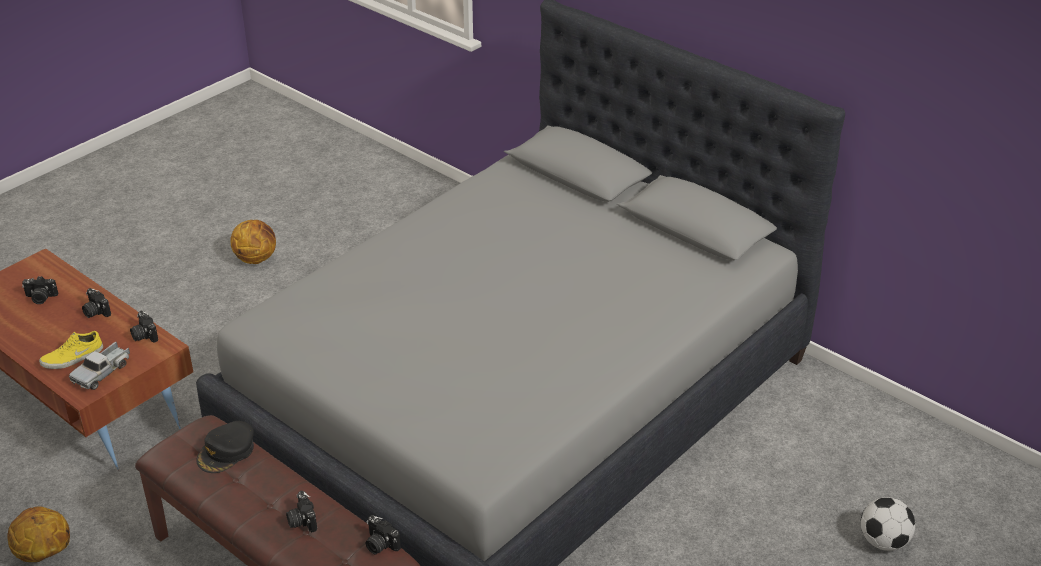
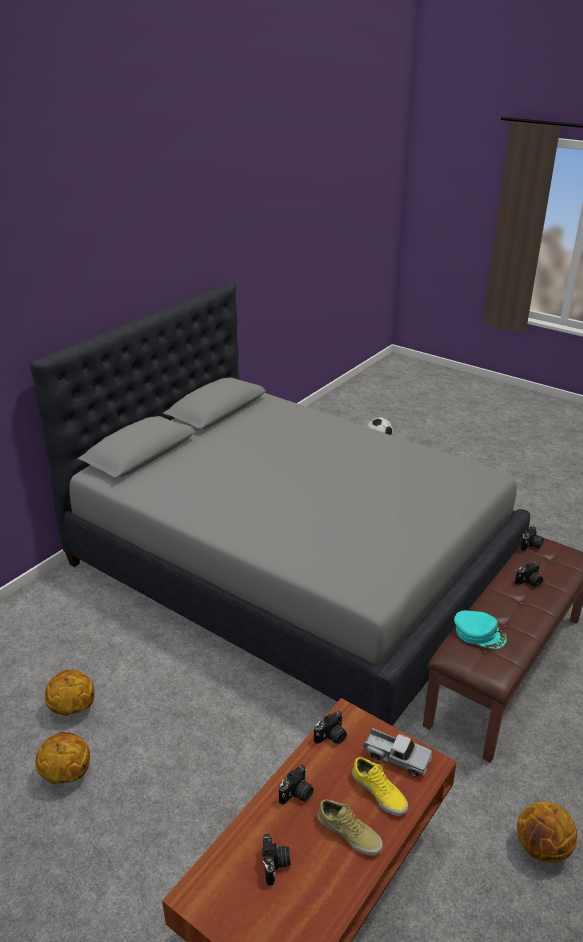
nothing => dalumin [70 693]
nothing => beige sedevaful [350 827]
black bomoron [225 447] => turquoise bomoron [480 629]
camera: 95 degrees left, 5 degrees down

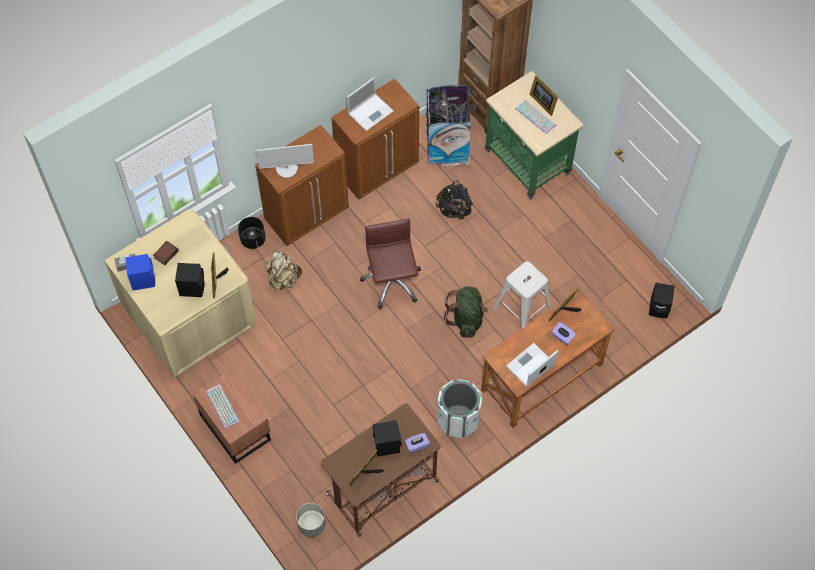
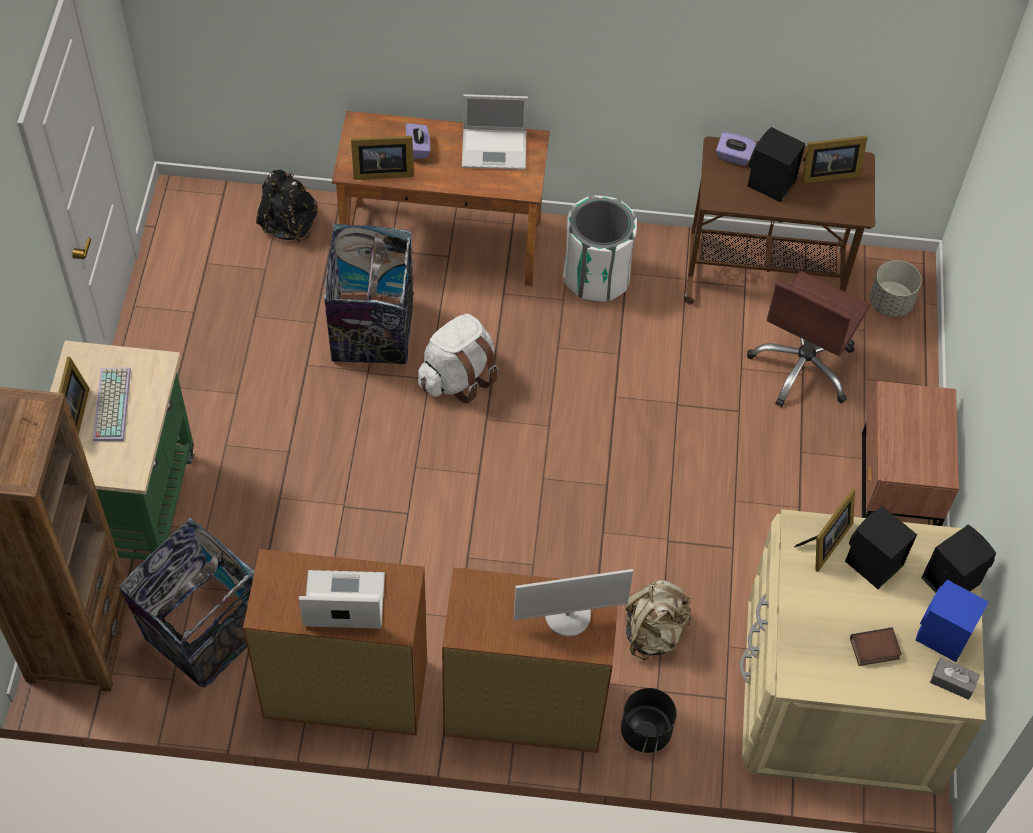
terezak [223 406] => nothing
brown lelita [390 263] => brown lelita [808 339], move
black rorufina [454 200] => black rorufina [286 206], move
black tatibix [662 300] => black tatibix [959 558], move
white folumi [522 295] => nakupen [369 294]
green rorufina [466 312] => white rorufina [458 359]
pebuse [285 161] => pebuse [573 602], 135 degrees clockwise
camera: 140 degrees left, 5 degrees down

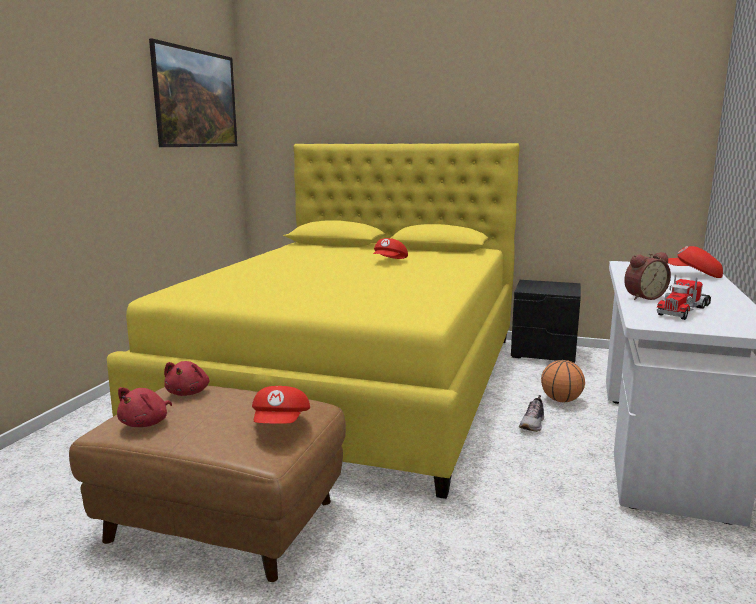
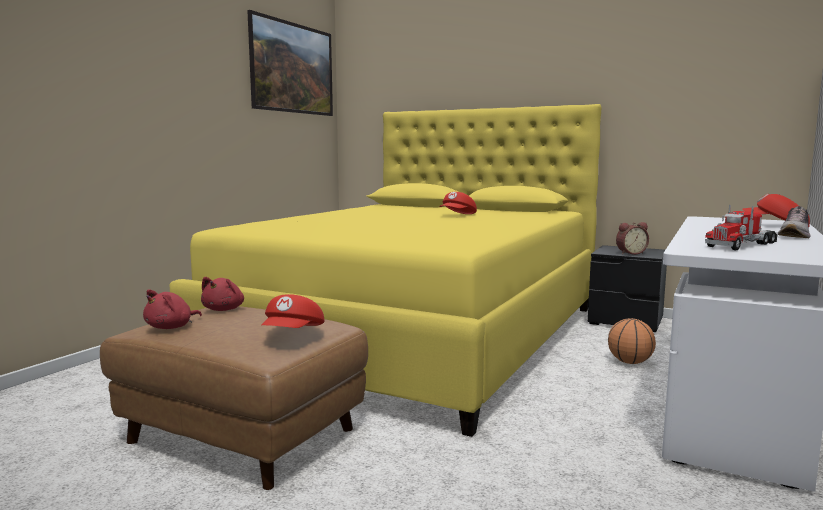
sedevaful [531 413] => sedevaful [794 222], move
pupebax [647 276] => pupebax [632 238], move
camera: 10 degrees right, 5 degrees down

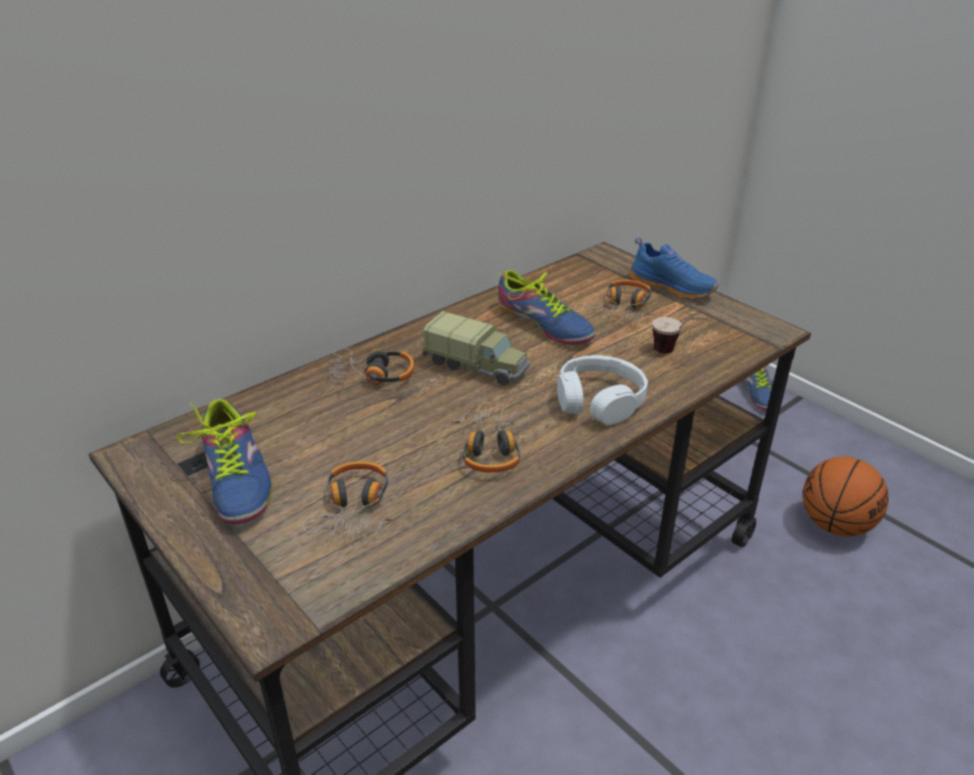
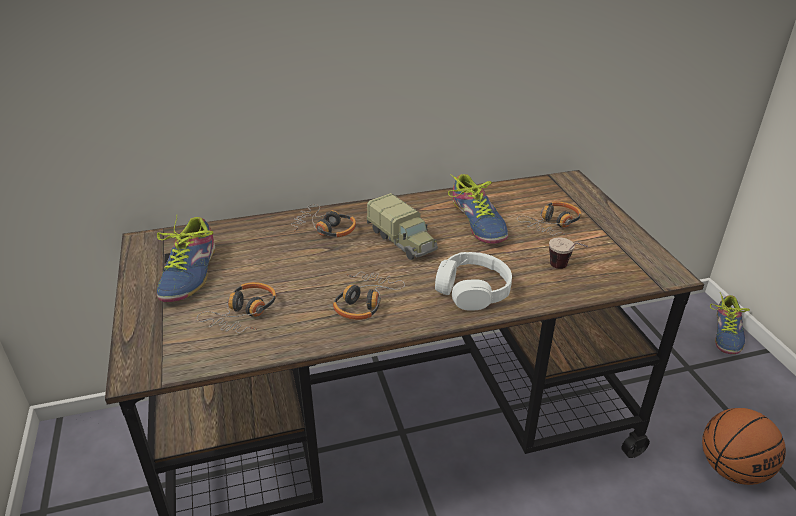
blue sedevaful [673 268] => nothing
camera: 25 degrees right, 0 degrees up

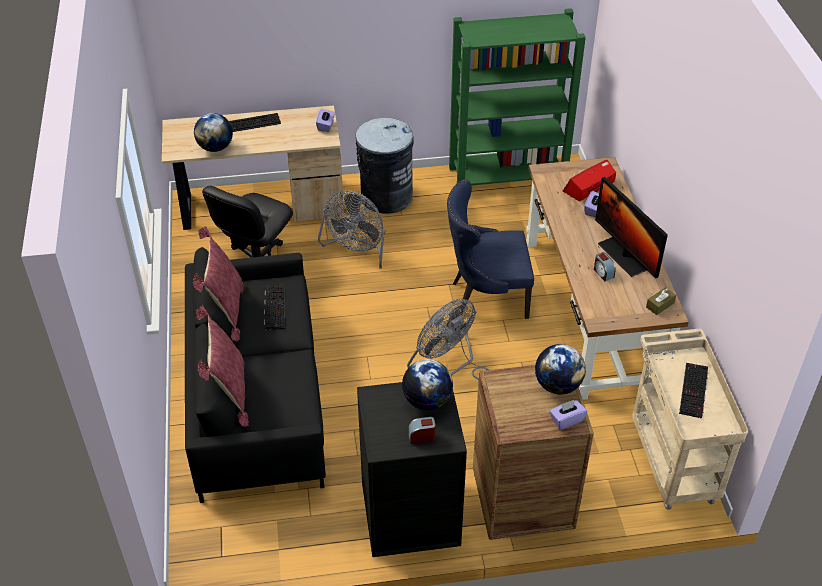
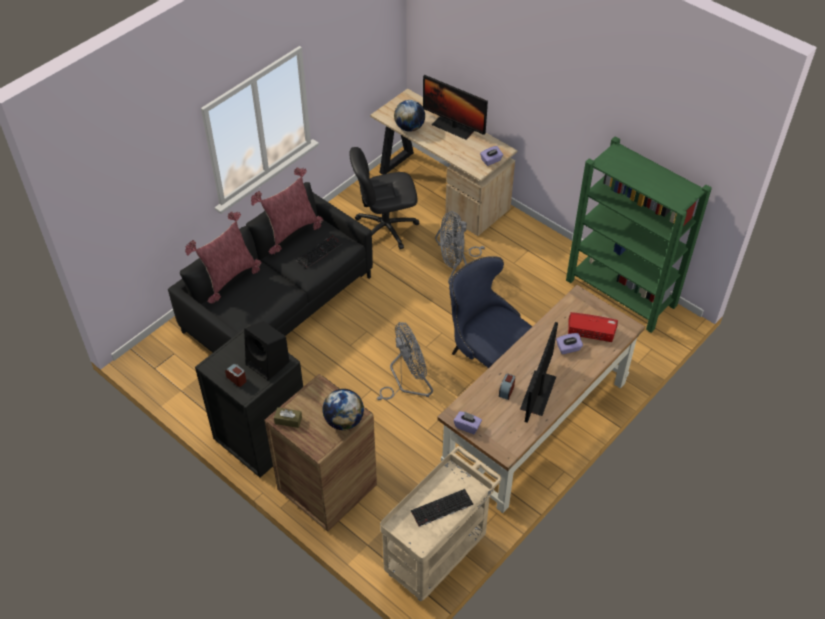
grey nakupen [384 166] => nothing
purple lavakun [568 415] => purple lavakun [468 422], move
brown lavakun [661 301] => brown lavakun [288 417], move
terezak [255 122] => pebuse [455 107]
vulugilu [427 384] => black tatibix [266 350]
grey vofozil [448 339] => grey vofozil [405 361], 60 degrees clockwise
camera: 50 degrees right, 5 degrees up

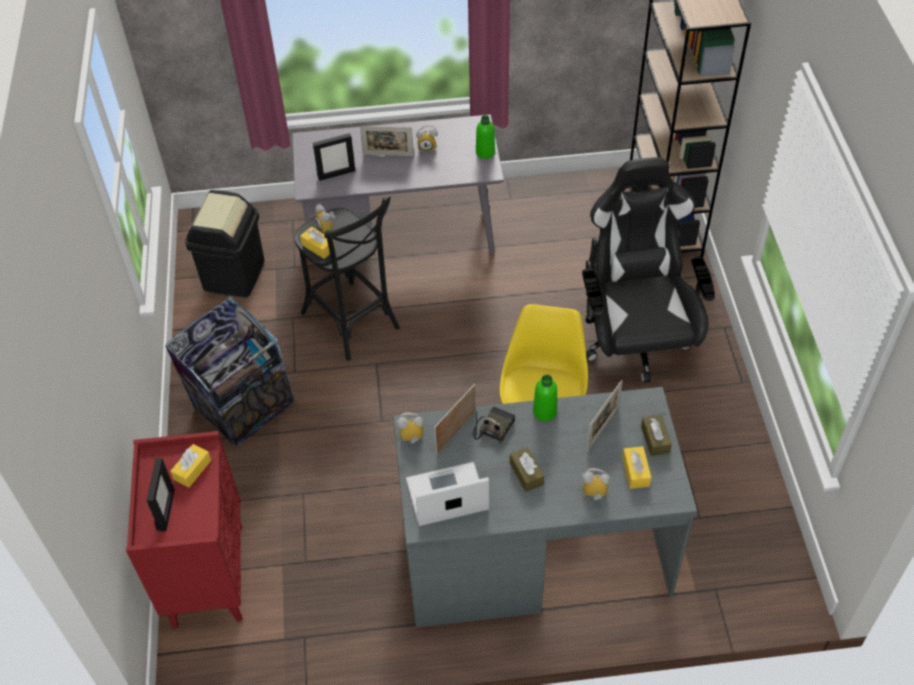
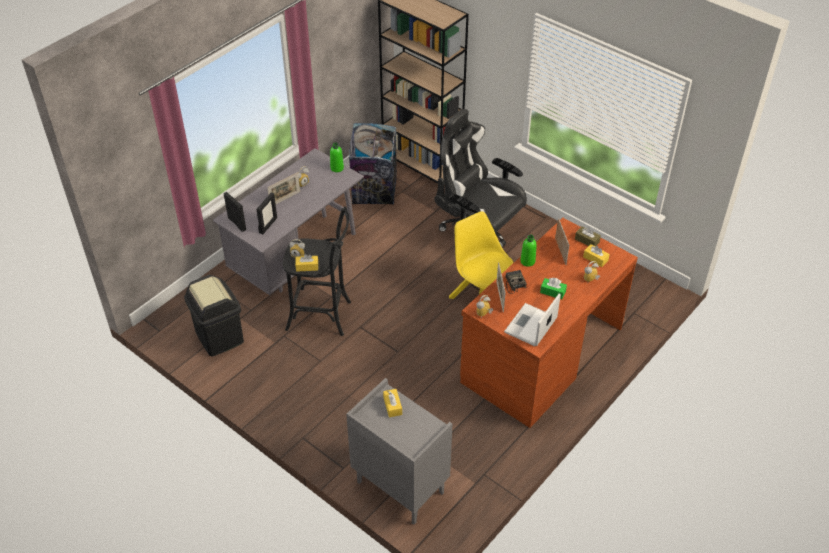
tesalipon [160 495] => tesalipon [235 212], move
nakupen [230 370] => nakupen [373 164], move
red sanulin [184 530] => grey sanulin [399 451]
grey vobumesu [545 507] => brown vobumesu [549 323]
brown lavakun [527 469] => green lavakun [553 288]
camera: 45 degrees left, 5 degrees down

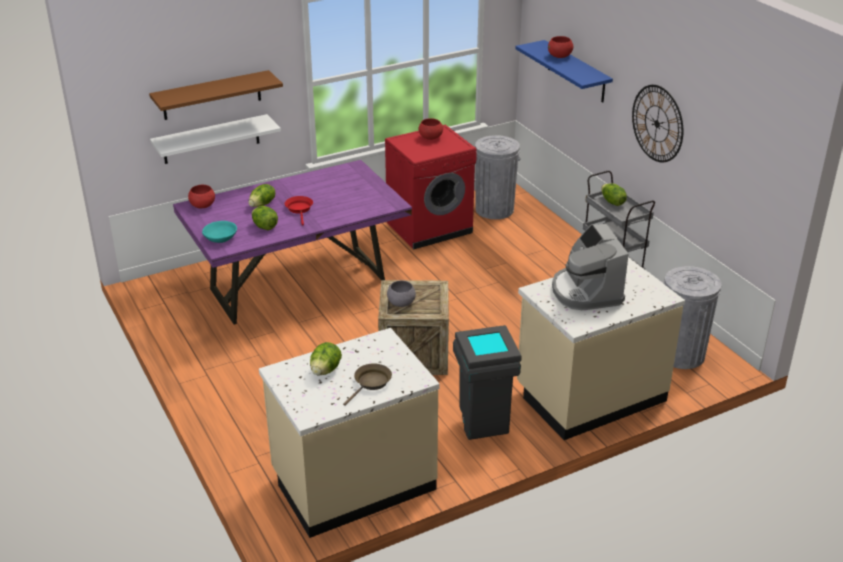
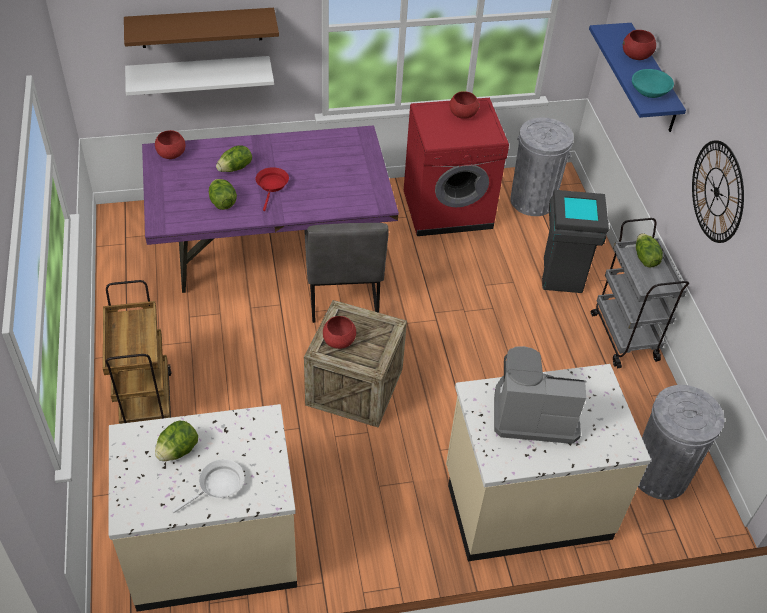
nothing => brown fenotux [137 352]
nothing => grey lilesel [346 273]
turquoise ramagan [219 232] => turquoise ramagan [653 83], move
grey nakupen [487 382] => grey nakupen [575 241], move
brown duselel [367 384] => white duselel [208 486]
grey ramagan [401 293] => red ramagan [339 332]
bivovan [590 267] => bivovan [540 395], 90 degrees clockwise
camera: 15 degrees right, 15 degrees up

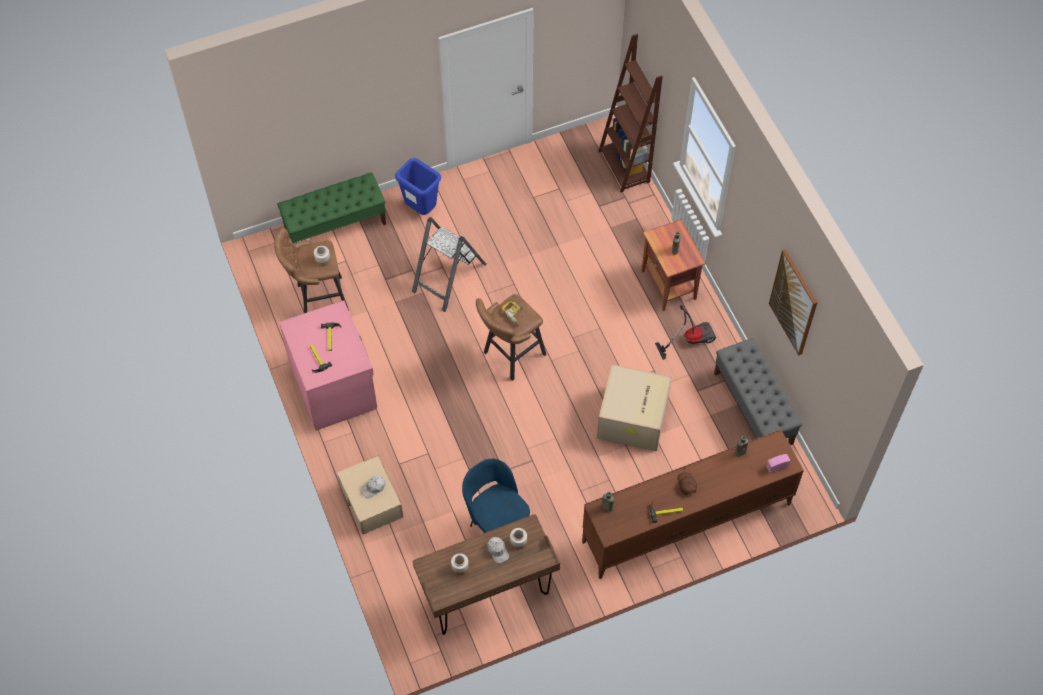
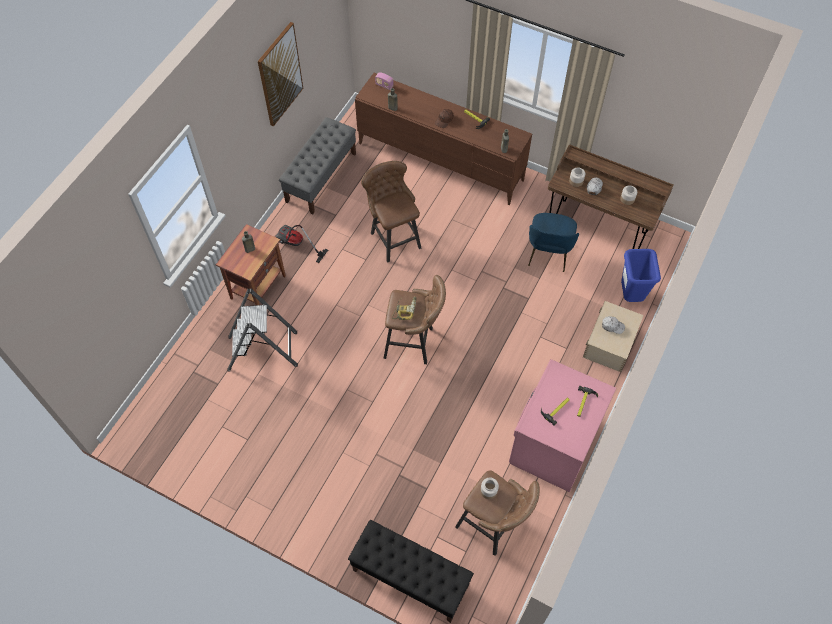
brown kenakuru [630 113] => nothing
blue nakupen [418 186] => blue nakupen [641 275], move
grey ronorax [449 264] => grey ronorax [263 330], move
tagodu [634 407] => brown folumi [391 211]
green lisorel [331 207] => black lisorel [411 571]
camera: 130 degrees left, 0 degrees up

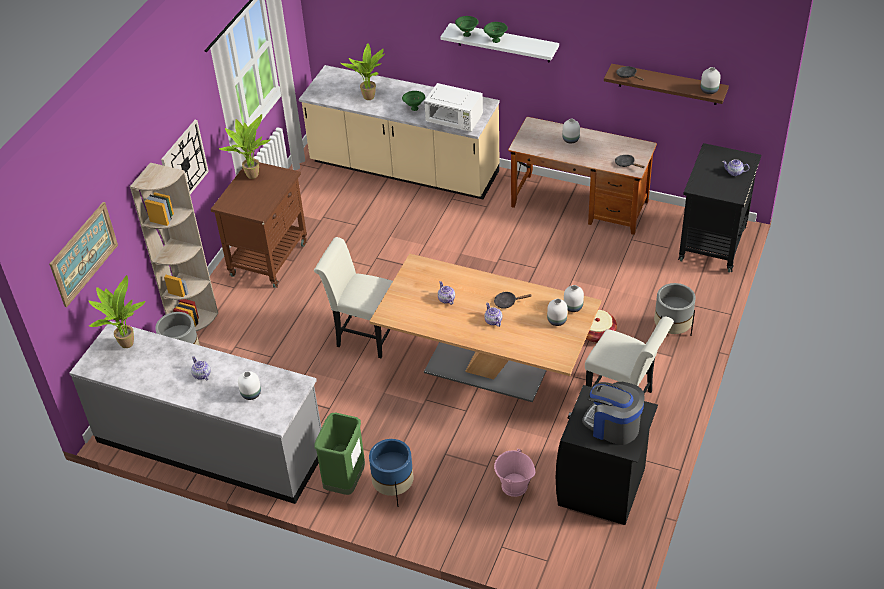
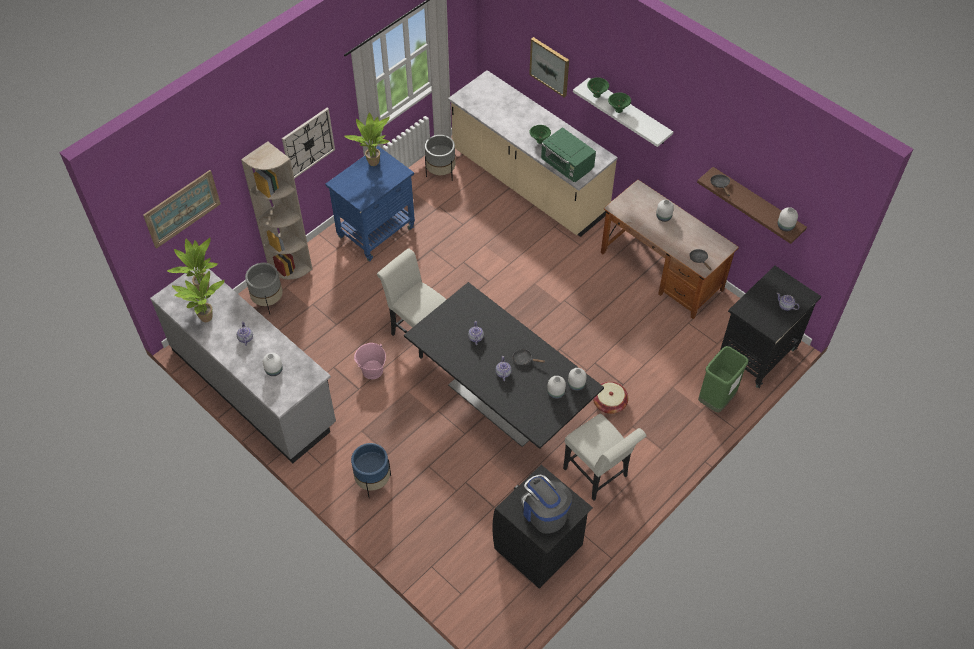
nothing => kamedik [549 67]
green nakupen [339 454] => green nakupen [723 379], move
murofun [363 71] => murofun [198 296], move
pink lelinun [514 473] => pink lelinun [370 361], move
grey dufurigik [675 309] => grey dufurigik [440 158], move
brown fenotux [259 225] => blue fenotux [370 204]
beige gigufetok [485 327] => black gigufetok [504 365]
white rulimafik [453 107] => green rulimafik [568 154]
camera: 20 degrees right, 10 degrees up

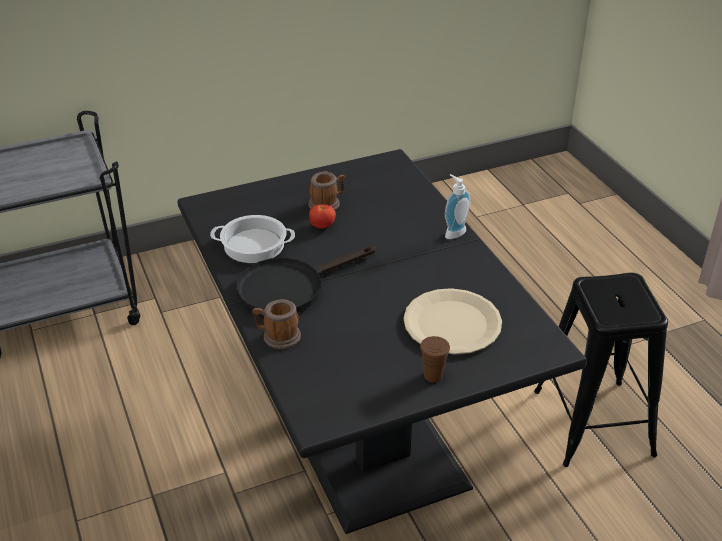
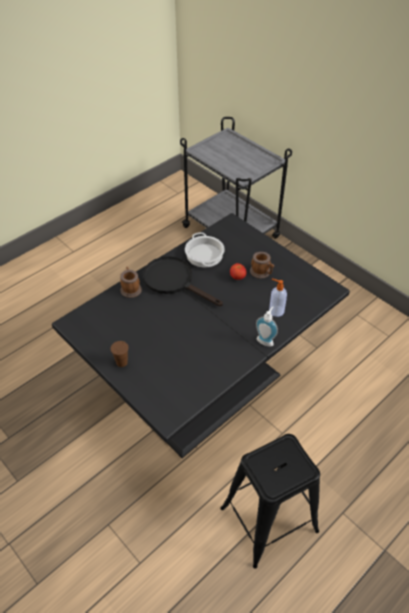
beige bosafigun [452 321] => nothing
nothing => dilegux [278 298]
camera: 70 degrees right, 10 degrees up

